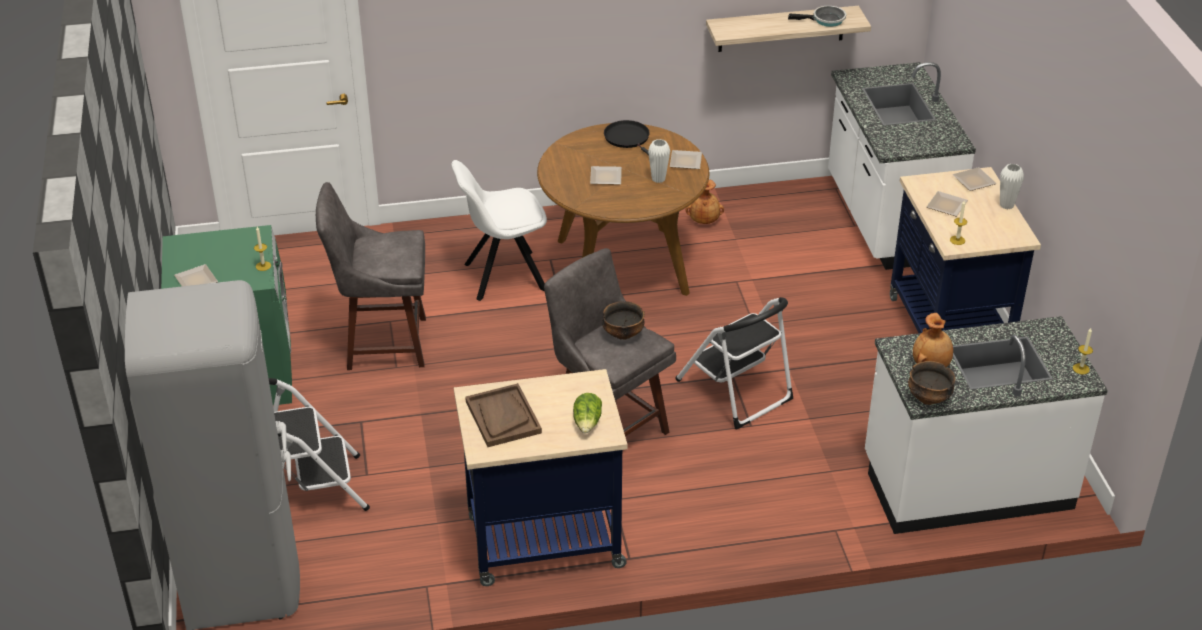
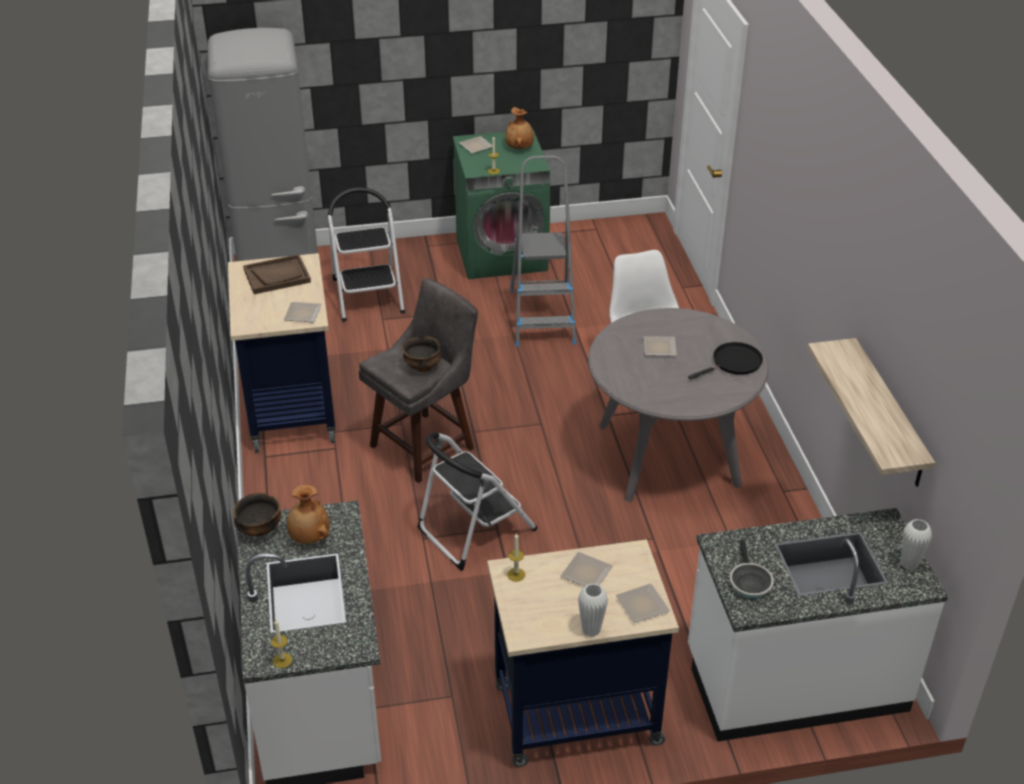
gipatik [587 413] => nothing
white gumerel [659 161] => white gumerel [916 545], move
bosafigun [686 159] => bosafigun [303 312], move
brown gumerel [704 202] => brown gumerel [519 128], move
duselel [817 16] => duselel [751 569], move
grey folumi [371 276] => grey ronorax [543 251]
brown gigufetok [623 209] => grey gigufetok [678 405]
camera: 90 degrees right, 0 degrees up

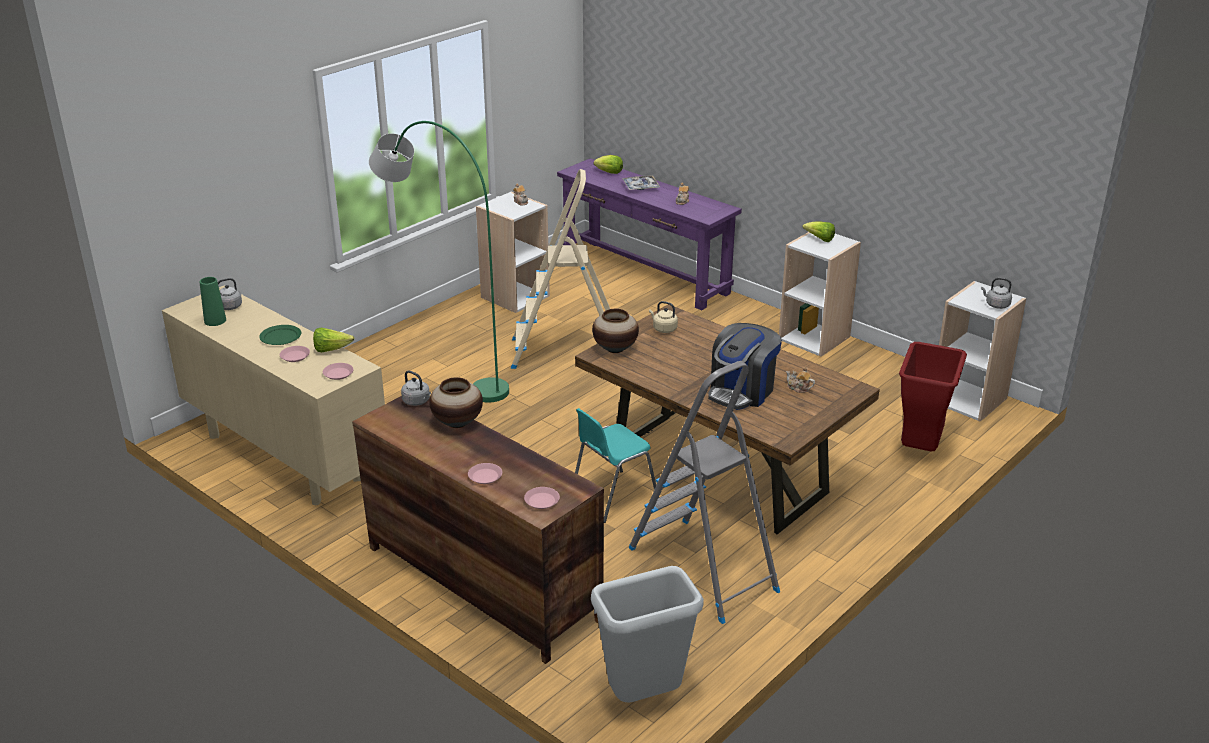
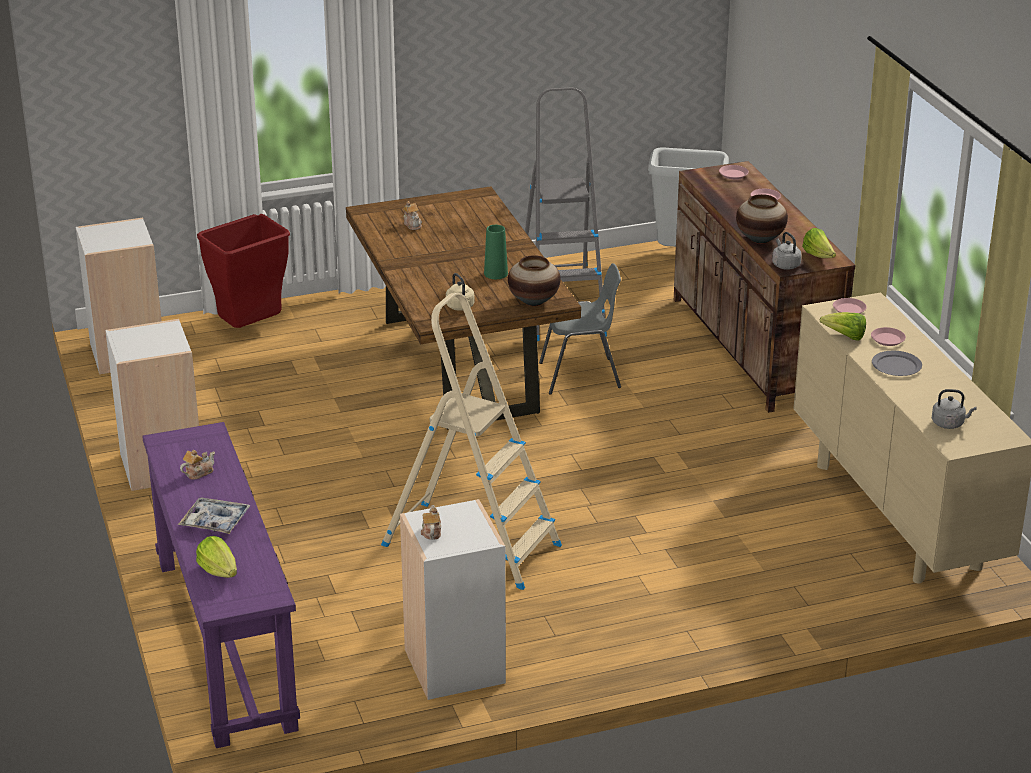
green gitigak [439 261] => nothing
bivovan [745 366] => nothing
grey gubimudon [996 293] => nothing
green gumerel [213 301] => green gumerel [496 252], move
gipatik [818 232] => gipatik [819 243], move
green bosafigun [280 335] => grey bosafigun [897 363]
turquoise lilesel [615 465] => grey lilesel [580 329]
camera: 150 degrees left, 0 degrees up

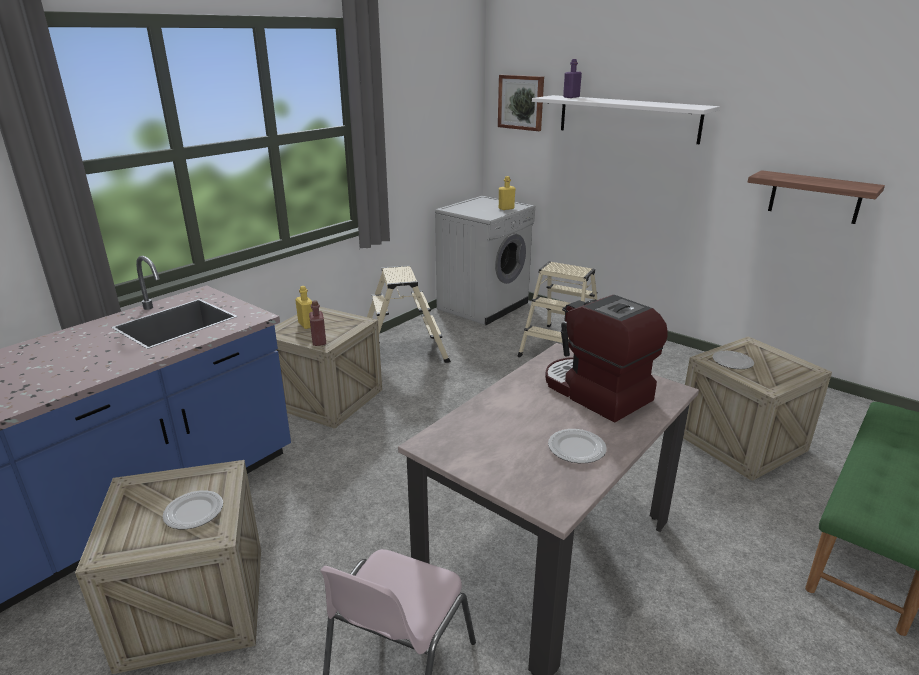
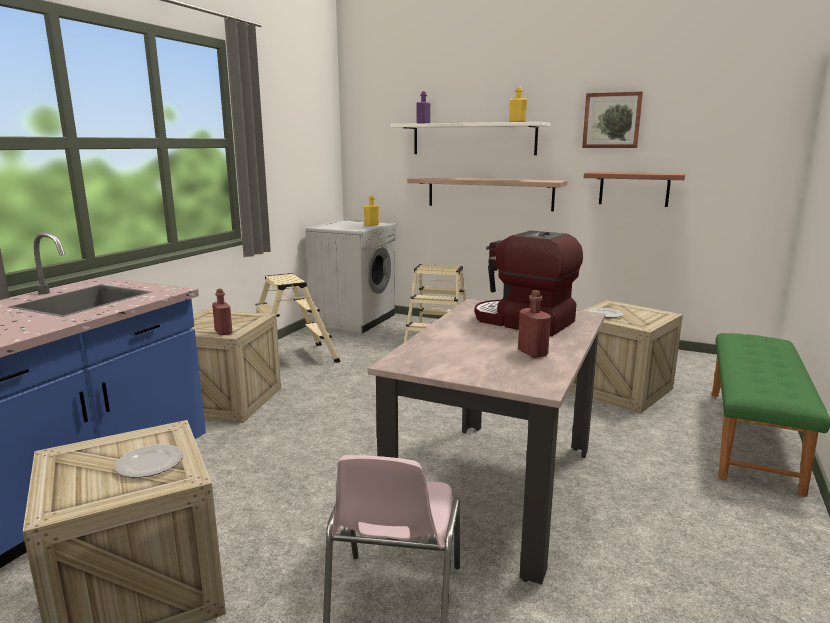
nothing => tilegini [487 194]
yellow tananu [304 307] => yellow tananu [518 104], move
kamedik [521 103] => kamedik [612 119], move
bosafigun [577 446] => red tananu [534 324]
camera: 15 degrees left, 10 degrees down

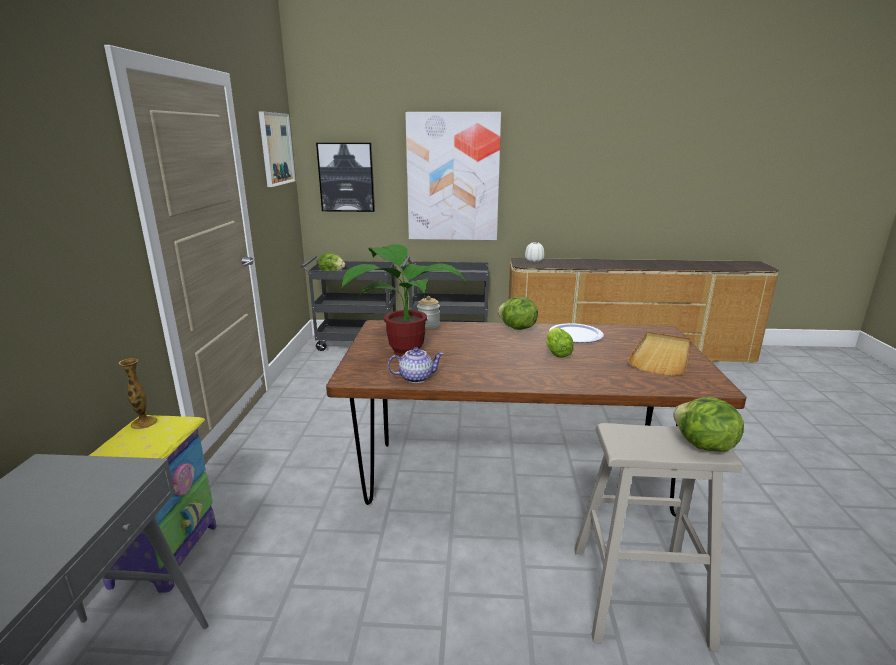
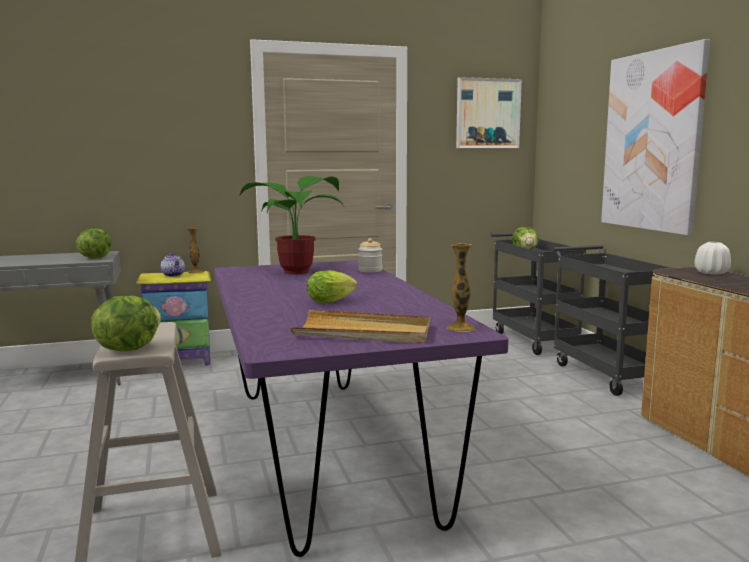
kamedik [345 177] => nothing
bosafigun [576 333] => nothing
nothing => gumerel [461 288]
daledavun [416 365] => daledavun [173 265], move
gipatik [518 313] => gipatik [93 243], move
brown gigufetok [536 418] => purple gigufetok [361 408]
camera: 70 degrees right, 10 degrees down

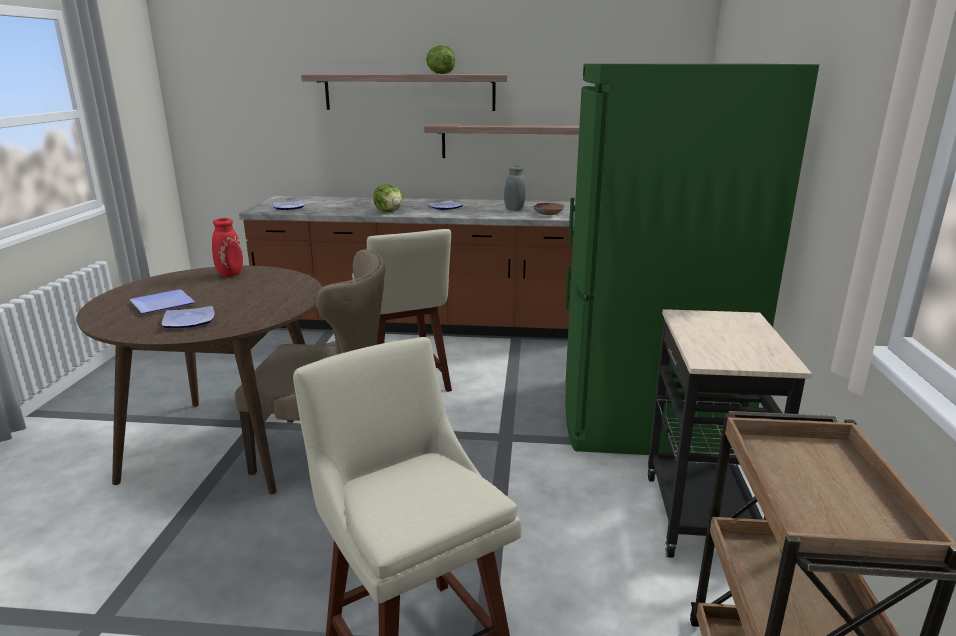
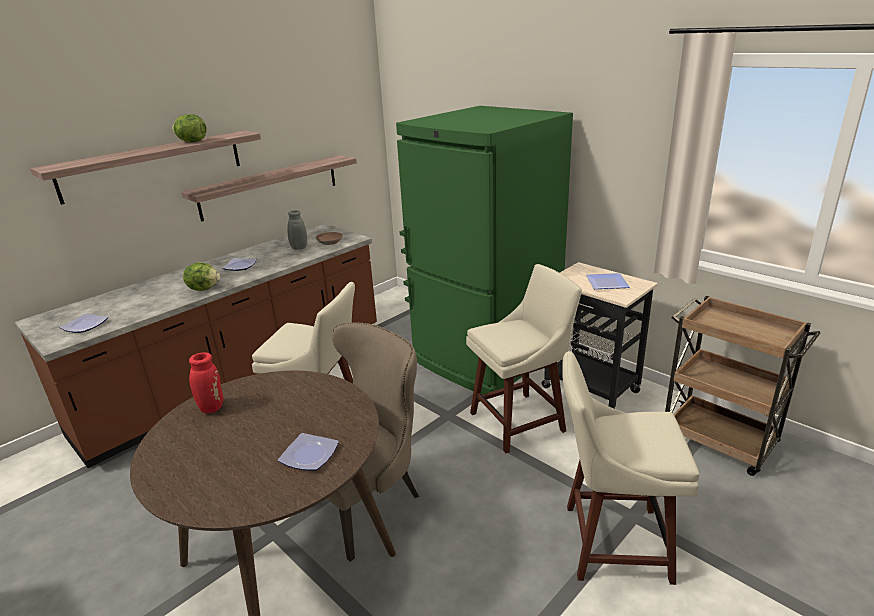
nothing => beige folumi [524 358]
bosafigun [162 301] => bosafigun [608 281], move
camera: 50 degrees left, 5 degrees up

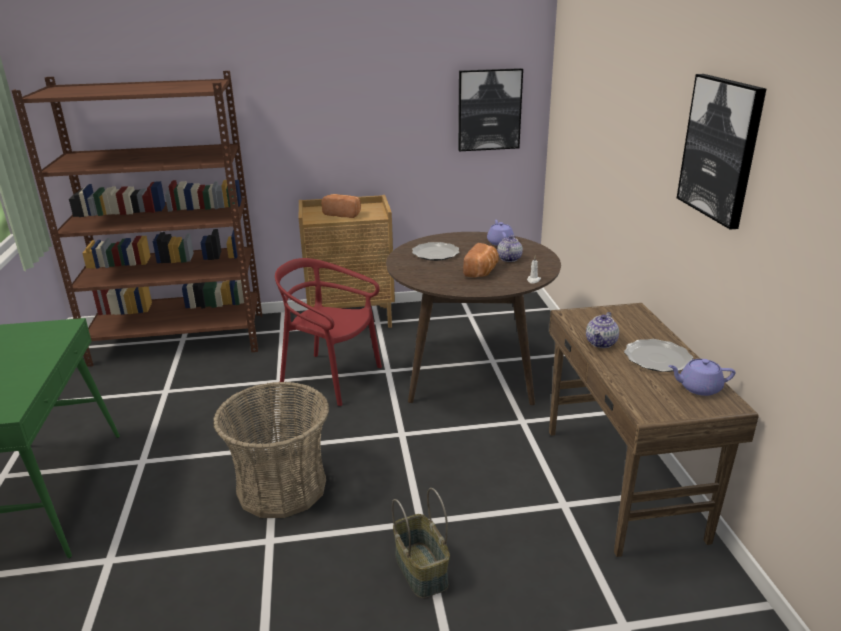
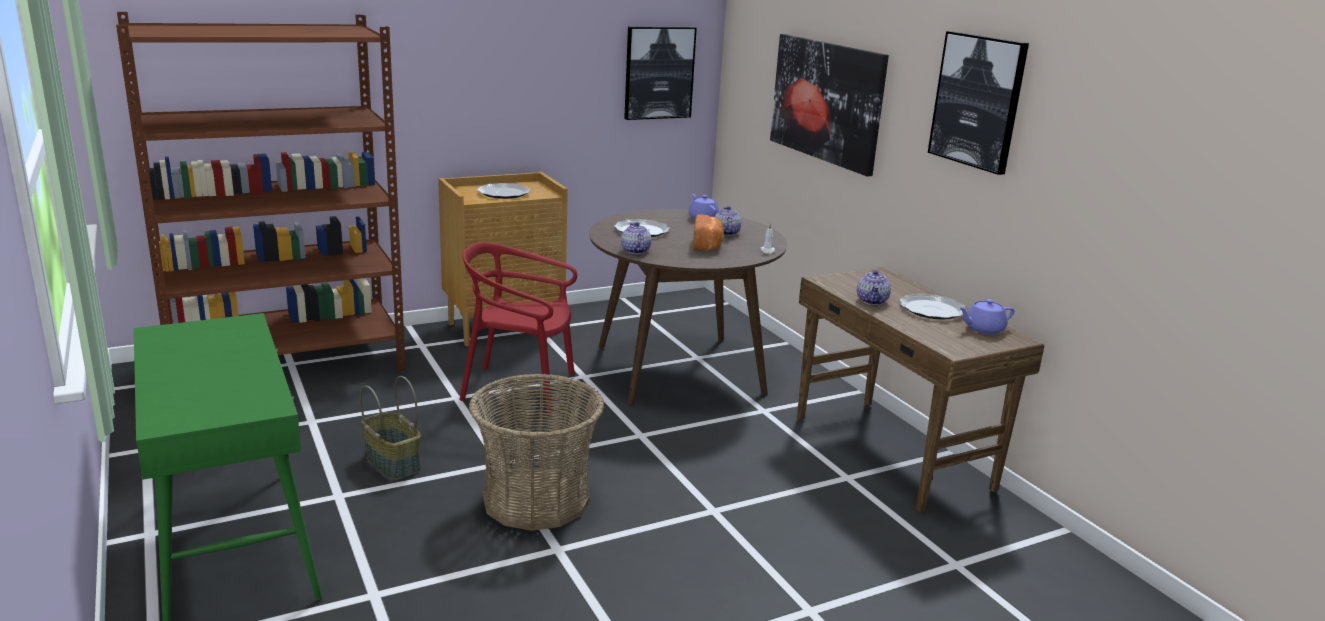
nothing => daledavun [636 238]
nothing => kamedik [829 105]
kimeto [421 543] => kimeto [390 428], move
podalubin [341 206] => bosafigun [503 191]
camera: 20 degrees left, 5 degrees down

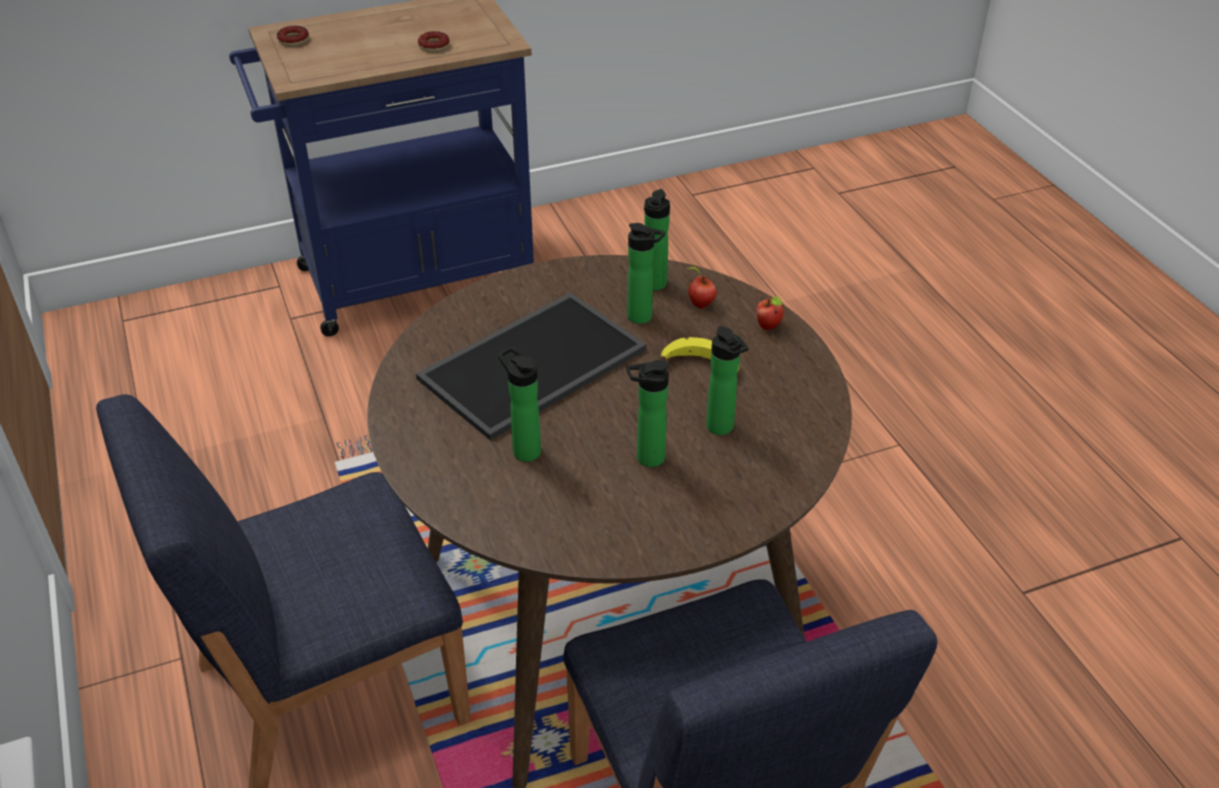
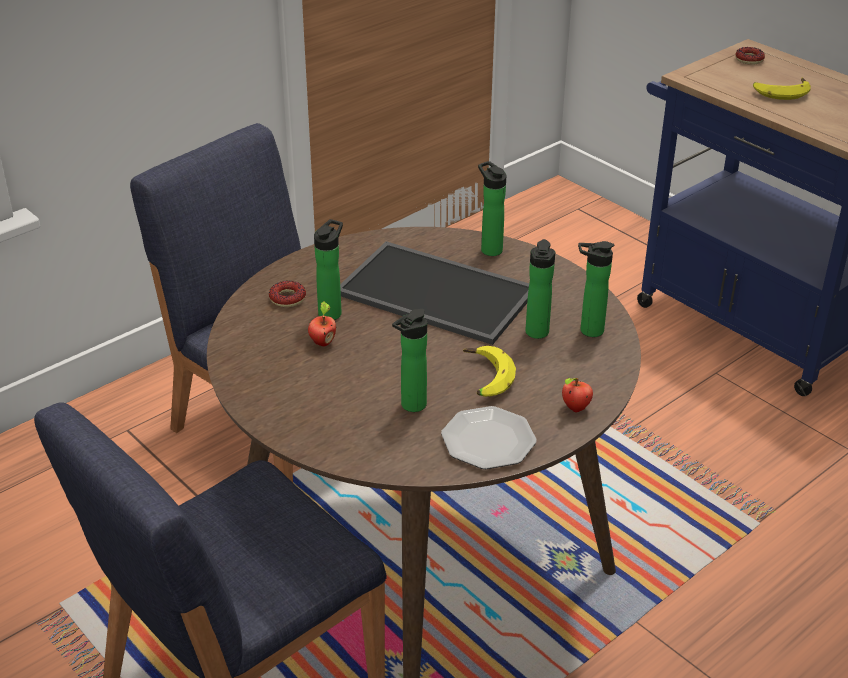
nothing => bosafigun [489 437]
nothing => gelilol [782 89]
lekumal [434 41] => lekumal [287 294], move
tananu [647 413] => tananu [492 208], move
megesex [702 287] => megesex [322 323], move
camera: 70 degrees right, 5 degrees down

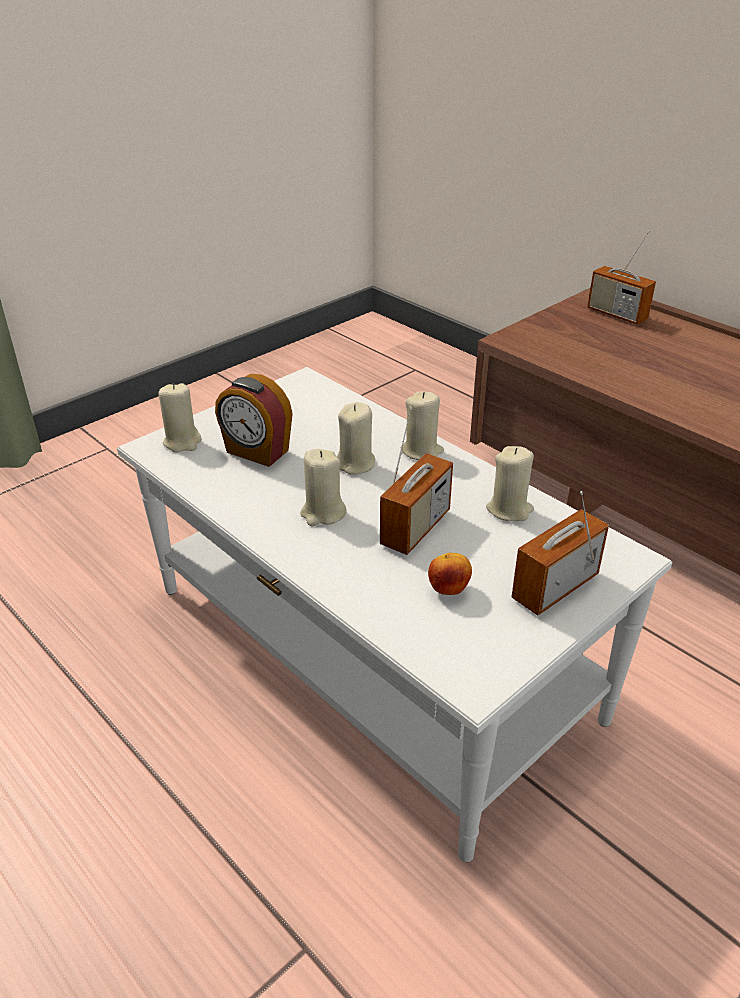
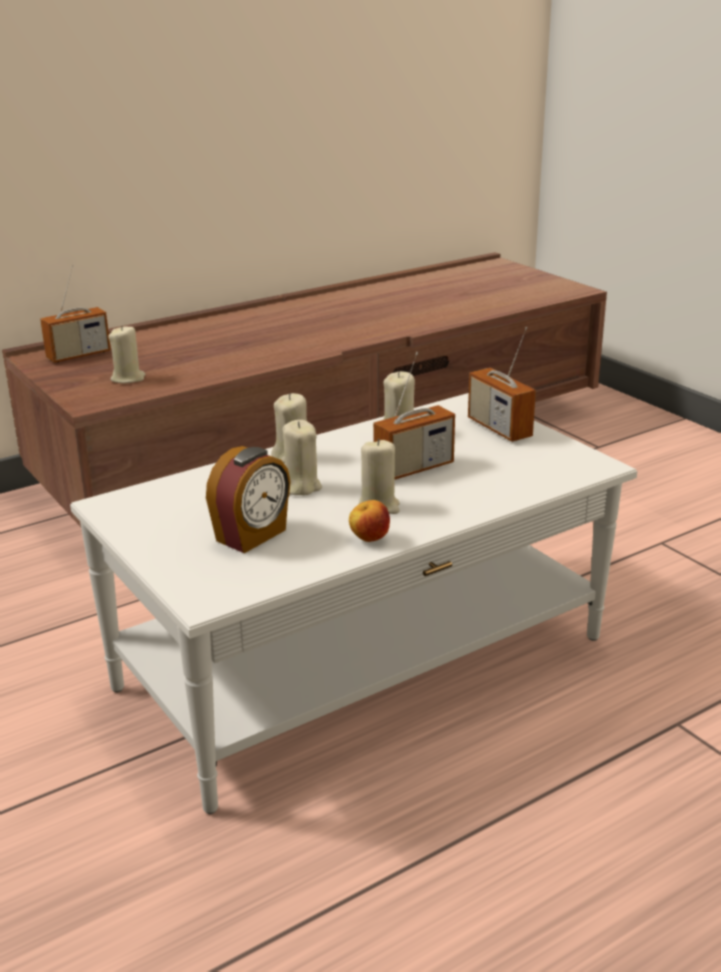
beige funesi [179 417] => beige funesi [127 354], move
megesex [450 574] => megesex [369 521], move
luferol [416 480] => luferol [414 416], 105 degrees clockwise
camera: 80 degrees left, 10 degrees down

